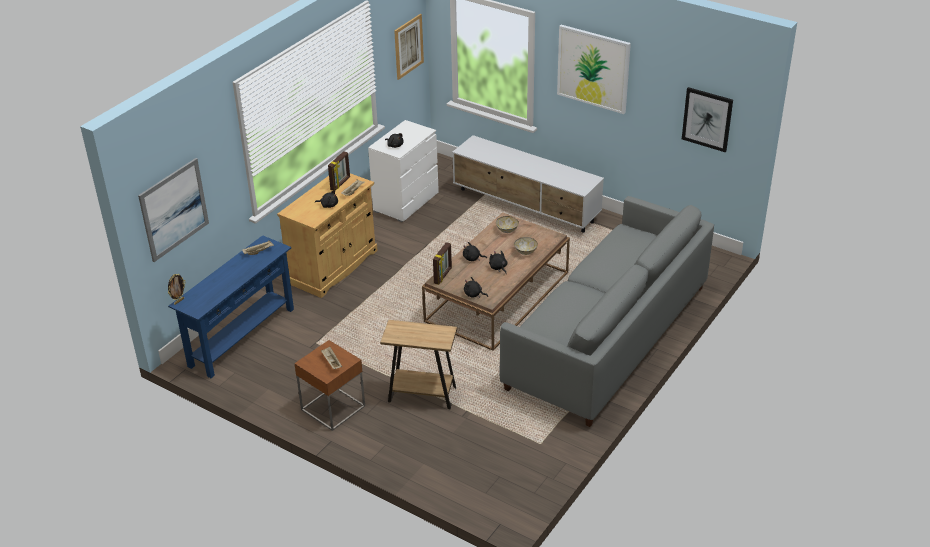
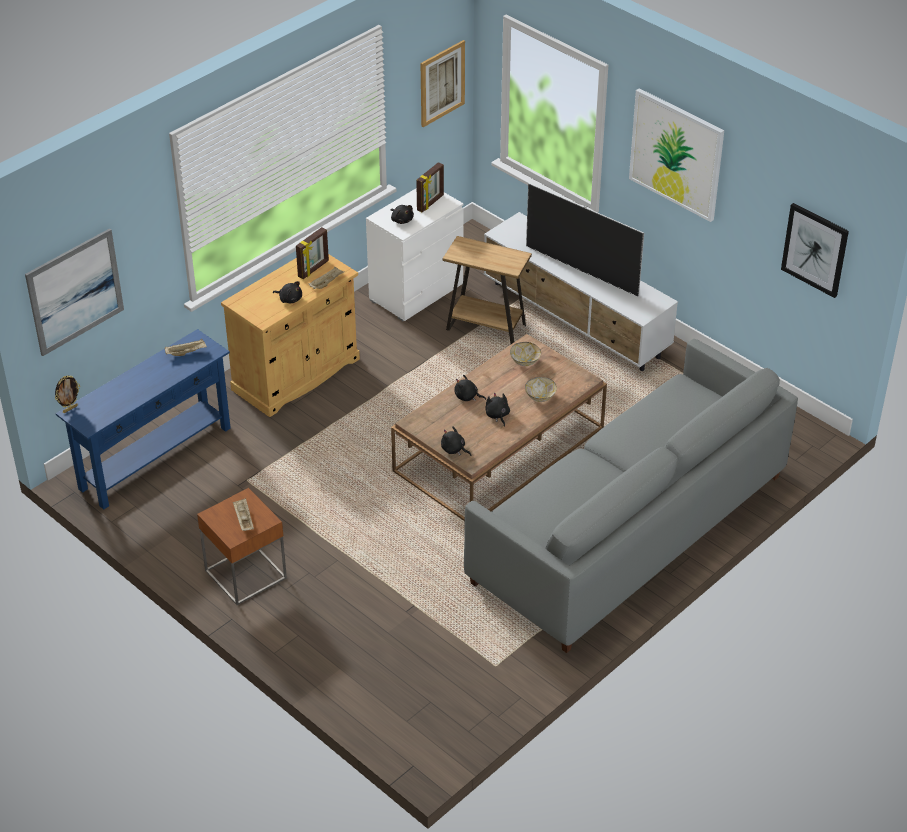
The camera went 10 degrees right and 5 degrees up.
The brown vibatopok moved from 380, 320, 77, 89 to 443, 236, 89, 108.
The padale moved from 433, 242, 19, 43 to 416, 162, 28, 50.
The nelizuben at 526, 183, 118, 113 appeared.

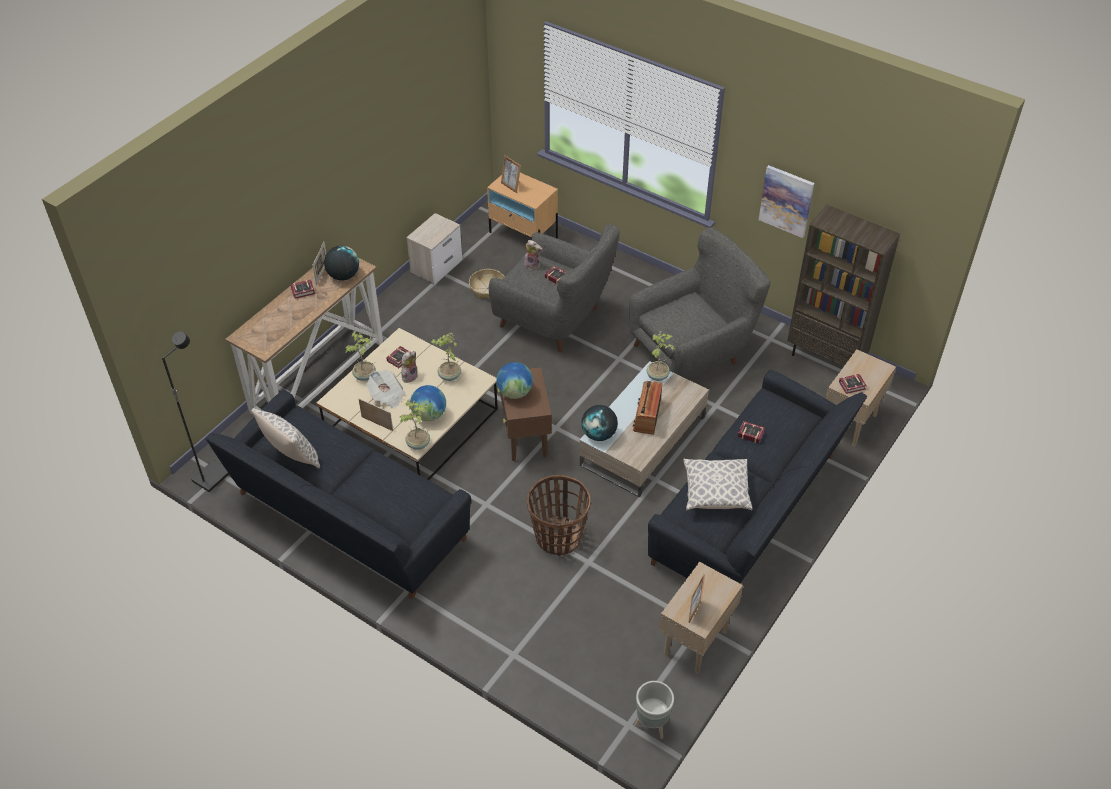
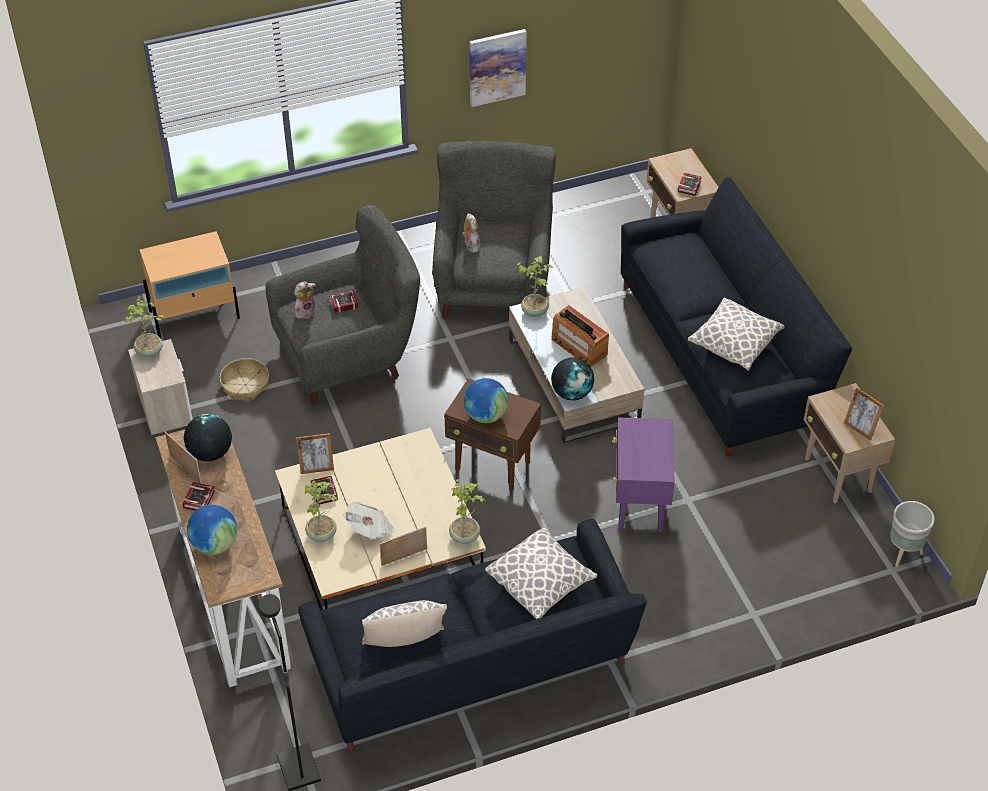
The camera went 55 degrees left and 0 degrees up.
The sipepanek moved from 401, 351, 17, 32 to 462, 213, 18, 40.
The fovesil moved from 410, 385, 36, 36 to 187, 505, 50, 50.
The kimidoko moved from 431, 333, 30, 48 to 125, 296, 41, 61.
The padale moved from 501, 156, 20, 37 to 296, 433, 38, 41.
The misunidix at 527, 475, 64, 81 was replaced by the purple vibatopok at 613, 417, 62, 115.
The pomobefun at 738, 421, 27, 22 disappeared.
The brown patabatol at 787, 205, 113, 161 disappeared.
The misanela at 485, 527, 112, 92 appeared.

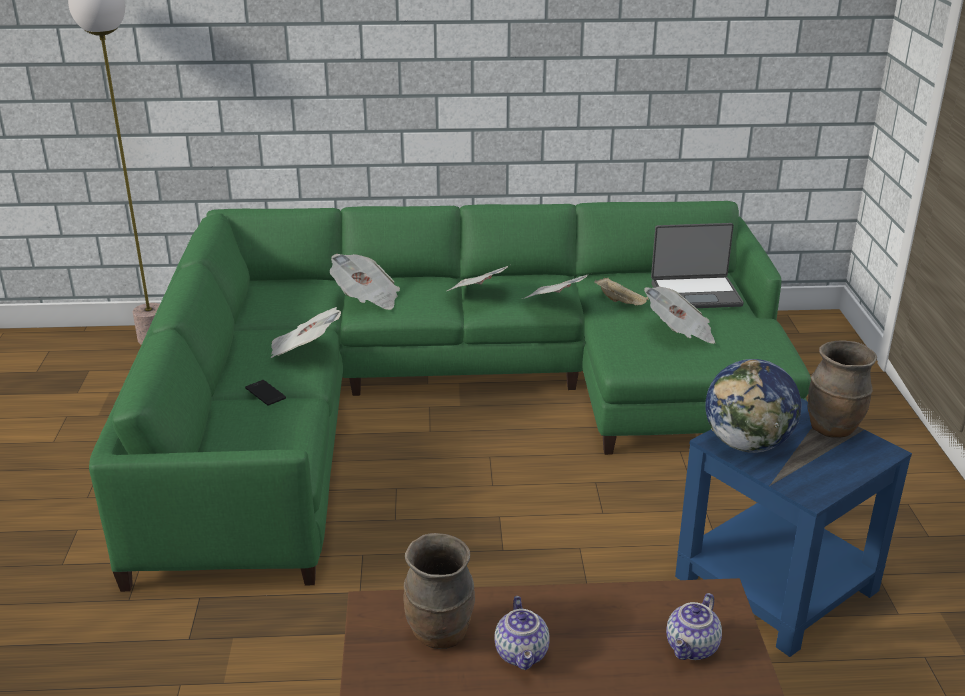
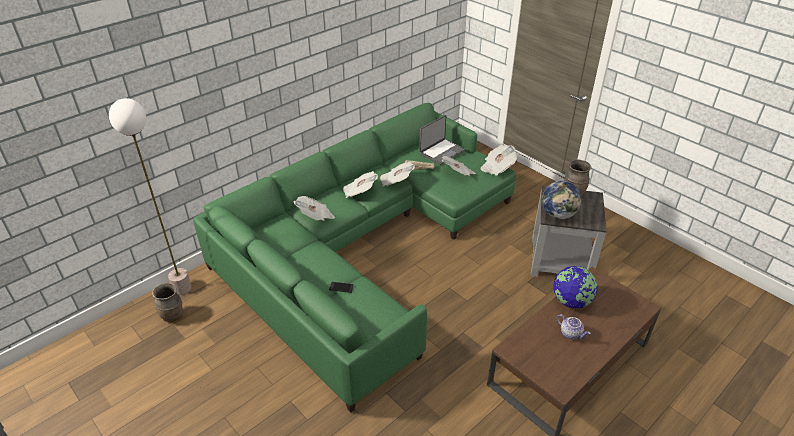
The camera went 40 degrees left and 10 degrees up.
The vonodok moved from 270, 307, 71, 51 to 480, 145, 37, 31.
The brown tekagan moved from 404, 533, 71, 116 to 152, 283, 30, 39.
The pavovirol at 666, 593, 56, 67 disappeared.
The blue vibatopok at 675, 398, 237, 259 became the grey vibatopok at 531, 186, 76, 91.
The fovesil at 553, 266, 45, 43 appeared.

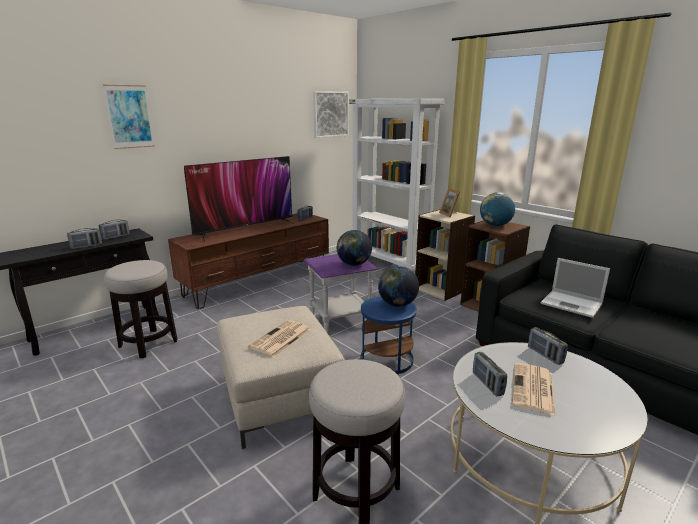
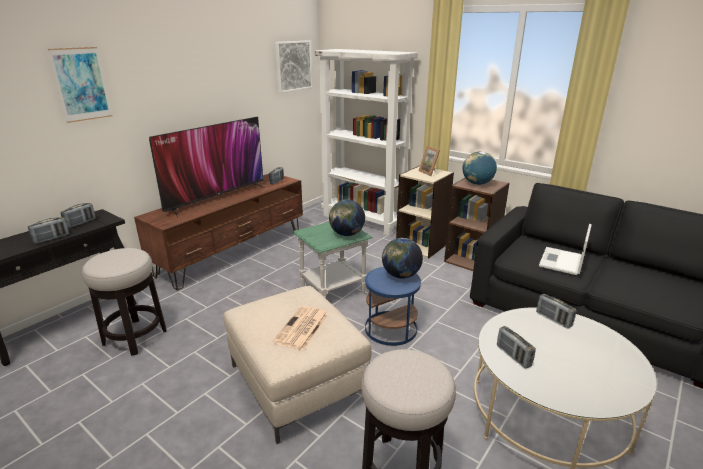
The camera went 10 degrees left and 5 degrees up.
The purple vibatopok at 304, 254, 75, 79 became the green vibatopok at 292, 222, 81, 76.
The vonodok at 512, 363, 44, 53 disappeared.
The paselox at 541, 258, 69, 60 turned 90 degrees clockwise.

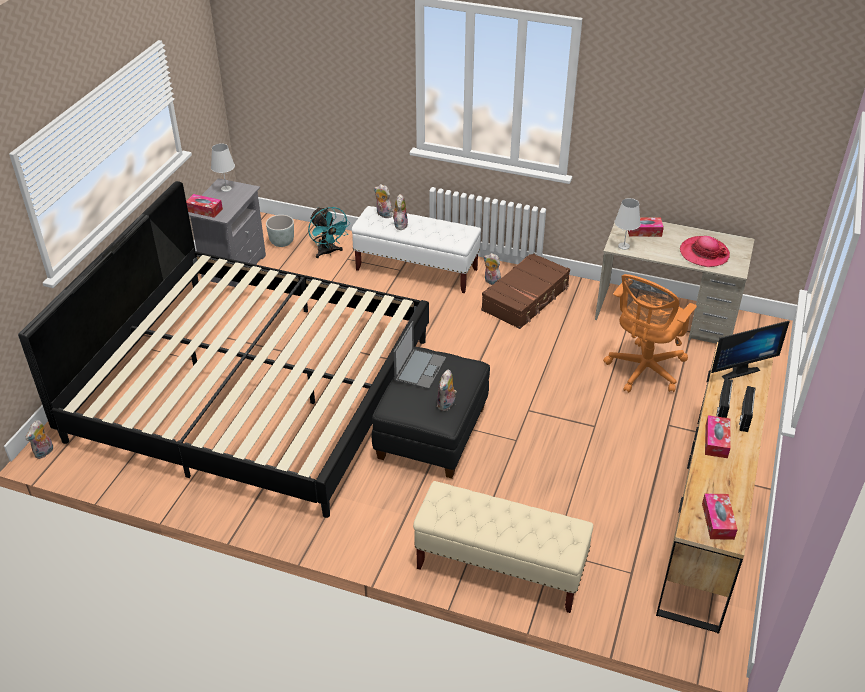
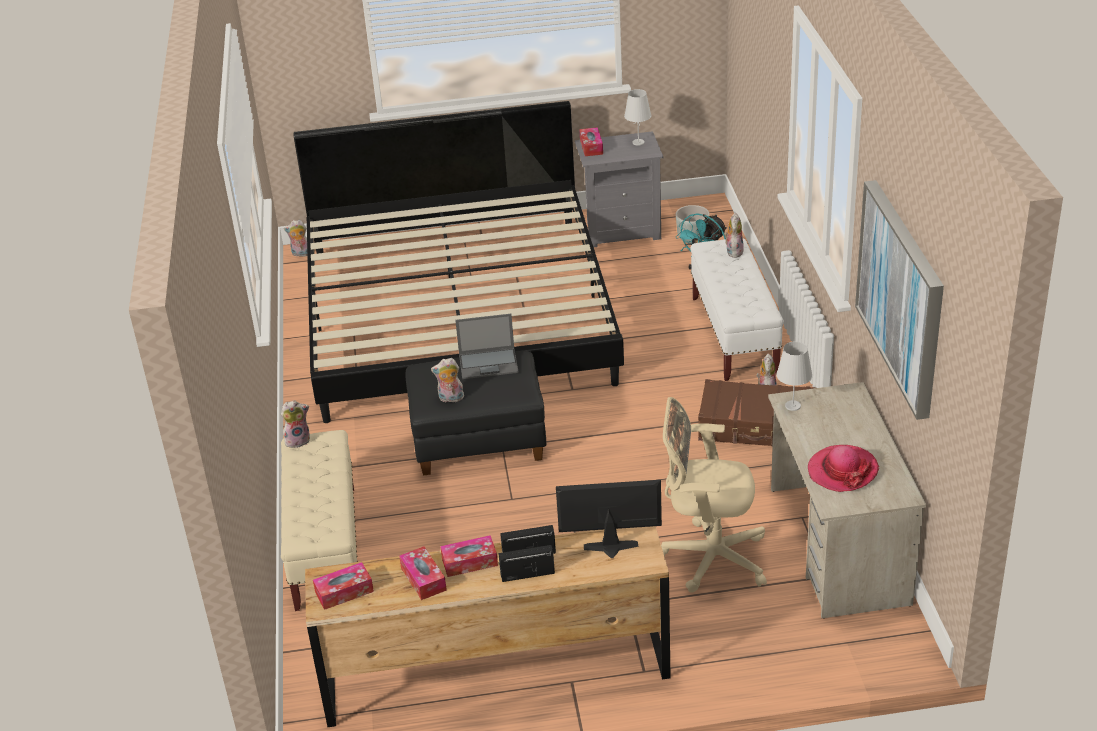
The camera went 65 degrees right and 5 degrees down.
The sipepanek moved from 392, 194, 16, 36 to 281, 400, 29, 48.
The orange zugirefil at 603, 274, 94, 119 became the beige zugirefil at 661, 397, 106, 196.
The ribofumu moved from 628, 218, 36, 19 to 399, 547, 48, 53.
The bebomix at 711, 320, 79, 59 turned 135 degrees clockwise.
The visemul at 855, 180, 89, 240 appeared.

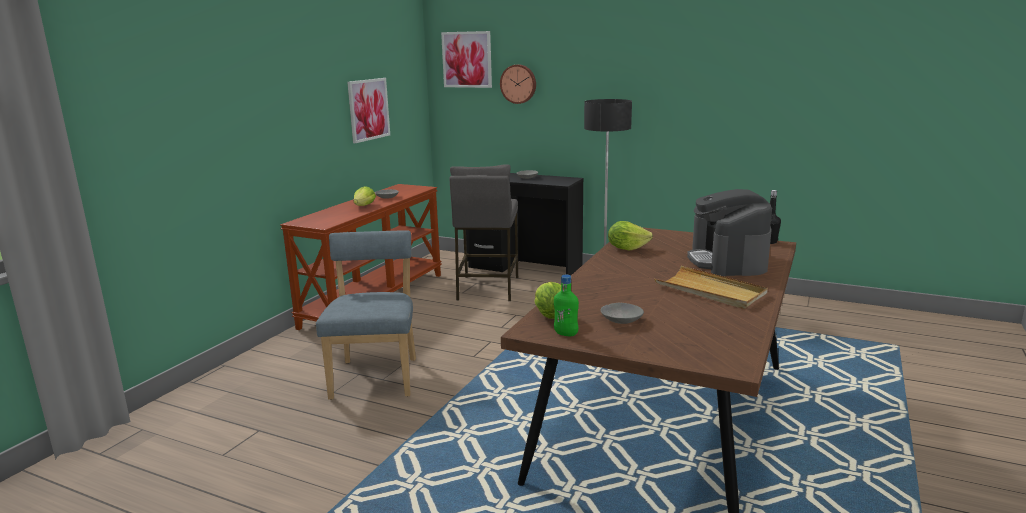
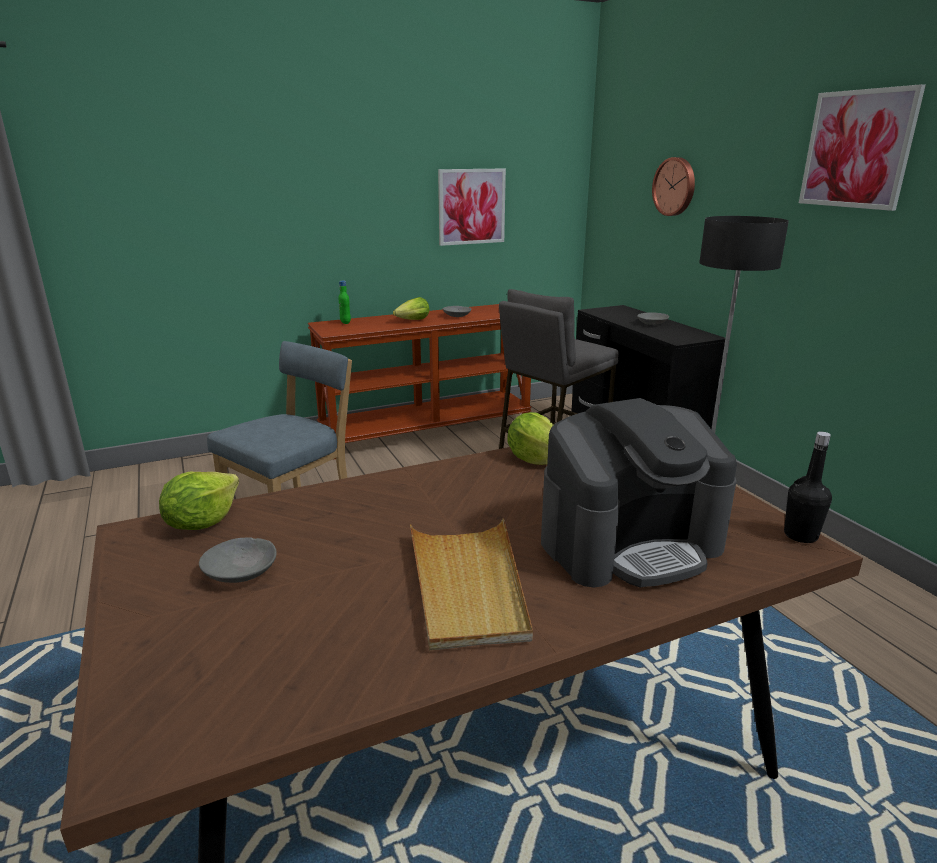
The camera went 40 degrees right and 5 degrees up.
The visemul moved from 441, 31, 51, 57 to 799, 84, 127, 127.
The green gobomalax moved from 554, 275, 25, 61 to 338, 281, 13, 43.
The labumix at 687, 189, 85, 87 turned 150 degrees counterclockwise.

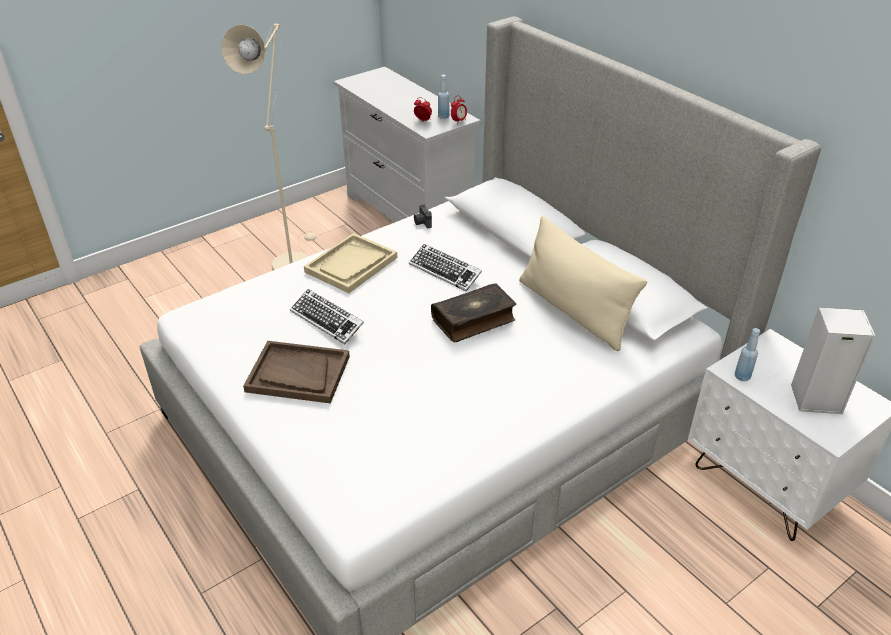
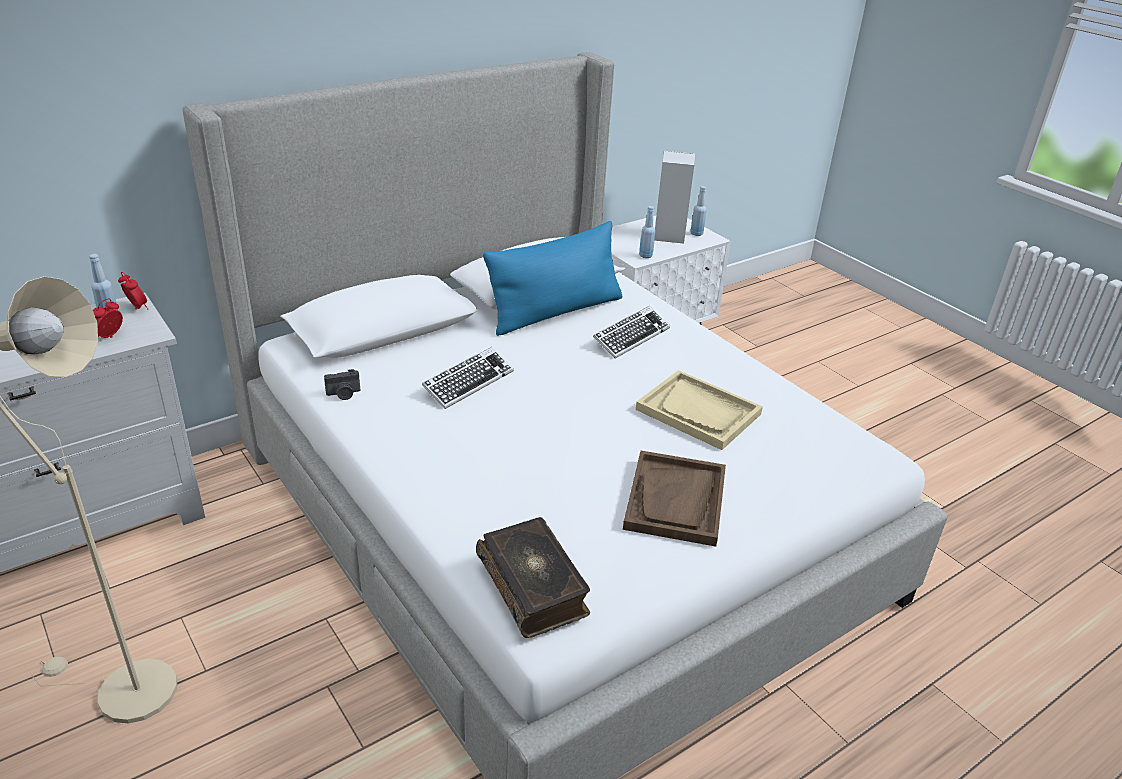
The camera went 90 degrees left and 5 degrees down.
The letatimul moved from 290, 289, 74, 55 to 593, 306, 77, 53.
The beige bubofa moved from 304, 233, 93, 60 to 636, 370, 127, 80.
The pomobefun moved from 431, 283, 85, 59 to 476, 517, 114, 121.
The beige misanela at 519, 216, 128, 135 became the blue misanela at 483, 221, 139, 115.
The blue gobomalax at 690, 186, 17, 50 appeared.

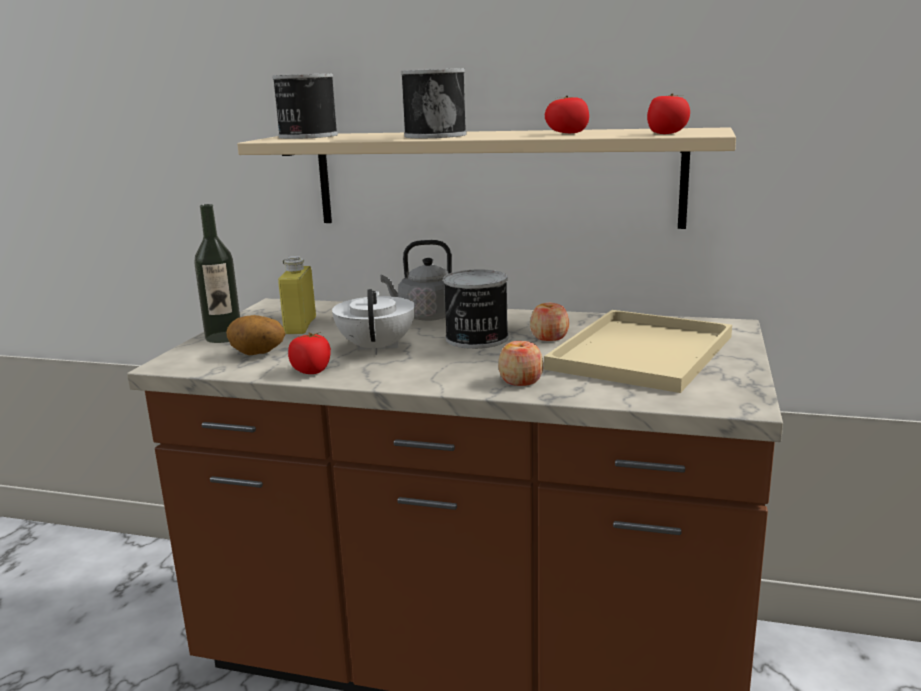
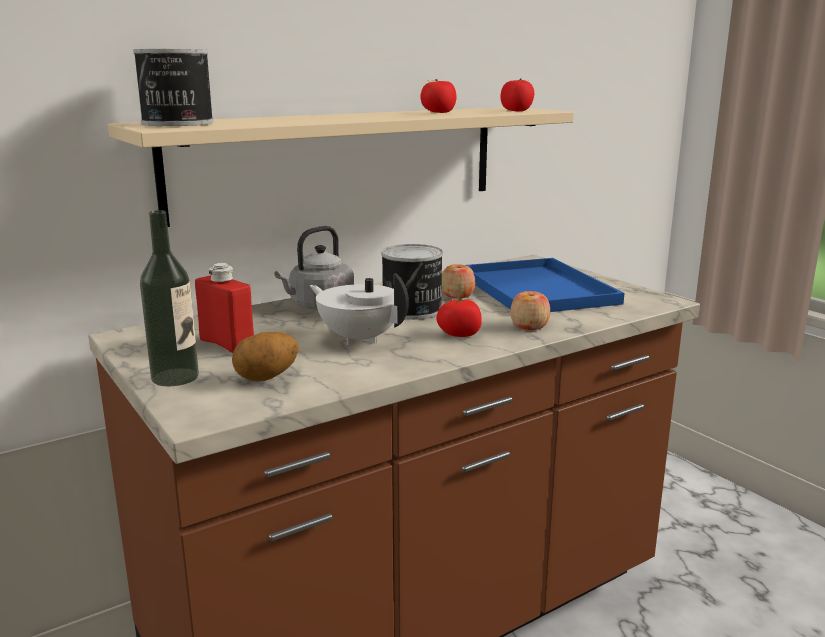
The camera went 50 degrees left and 0 degrees up.
The yellow gobomalax at 278, 256, 38, 78 became the red gobomalax at 195, 263, 59, 90.
The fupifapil moved from 288, 332, 43, 42 to 436, 297, 46, 40.
The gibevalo at 401, 68, 66, 70 disappeared.
The beige bubofa at 544, 310, 188, 83 became the blue bubofa at 466, 258, 159, 54.

